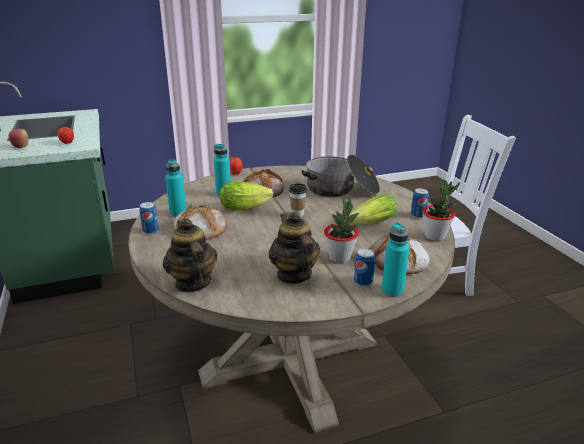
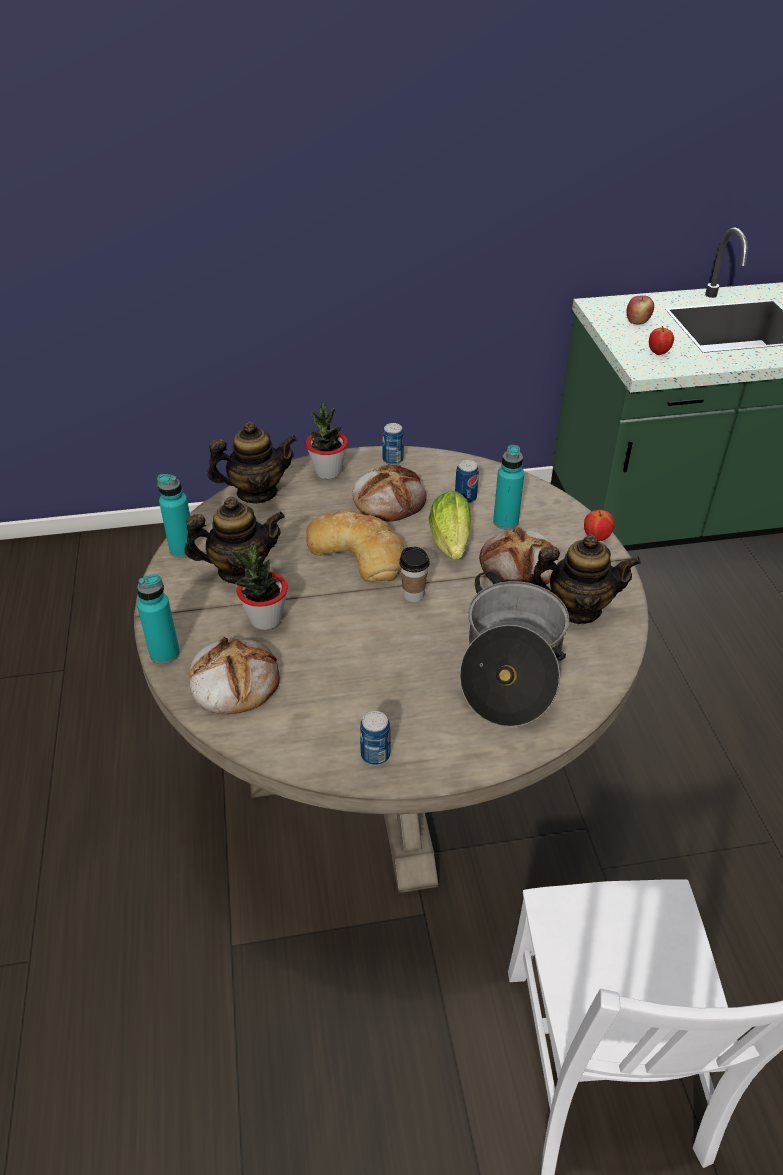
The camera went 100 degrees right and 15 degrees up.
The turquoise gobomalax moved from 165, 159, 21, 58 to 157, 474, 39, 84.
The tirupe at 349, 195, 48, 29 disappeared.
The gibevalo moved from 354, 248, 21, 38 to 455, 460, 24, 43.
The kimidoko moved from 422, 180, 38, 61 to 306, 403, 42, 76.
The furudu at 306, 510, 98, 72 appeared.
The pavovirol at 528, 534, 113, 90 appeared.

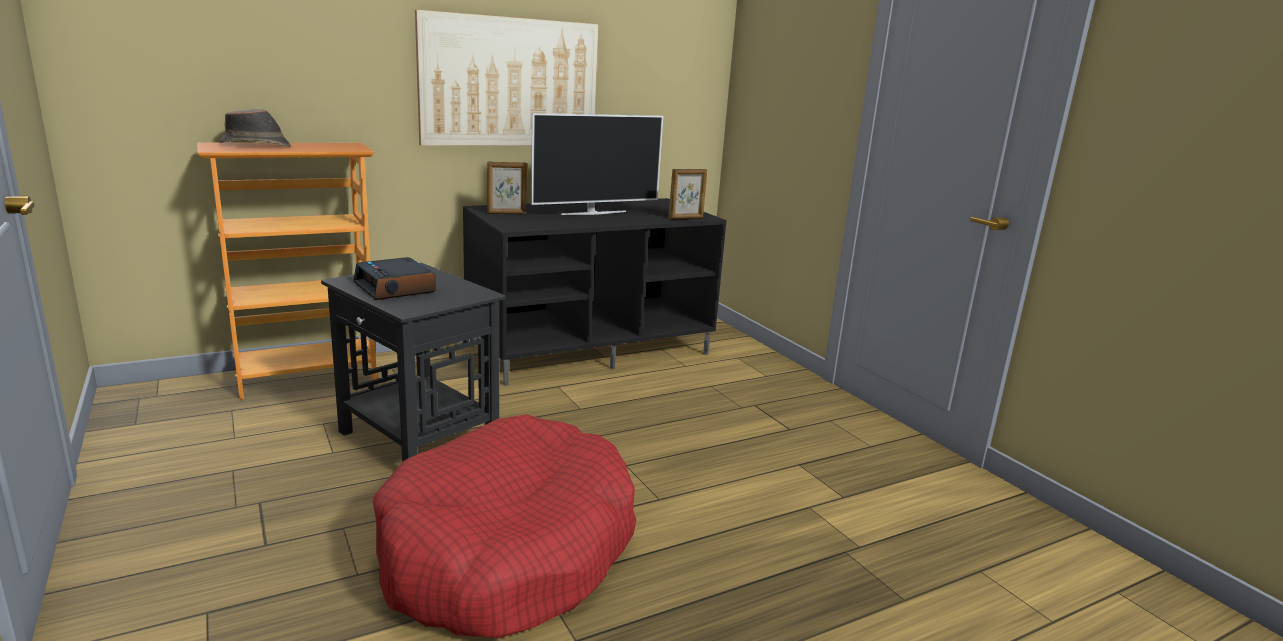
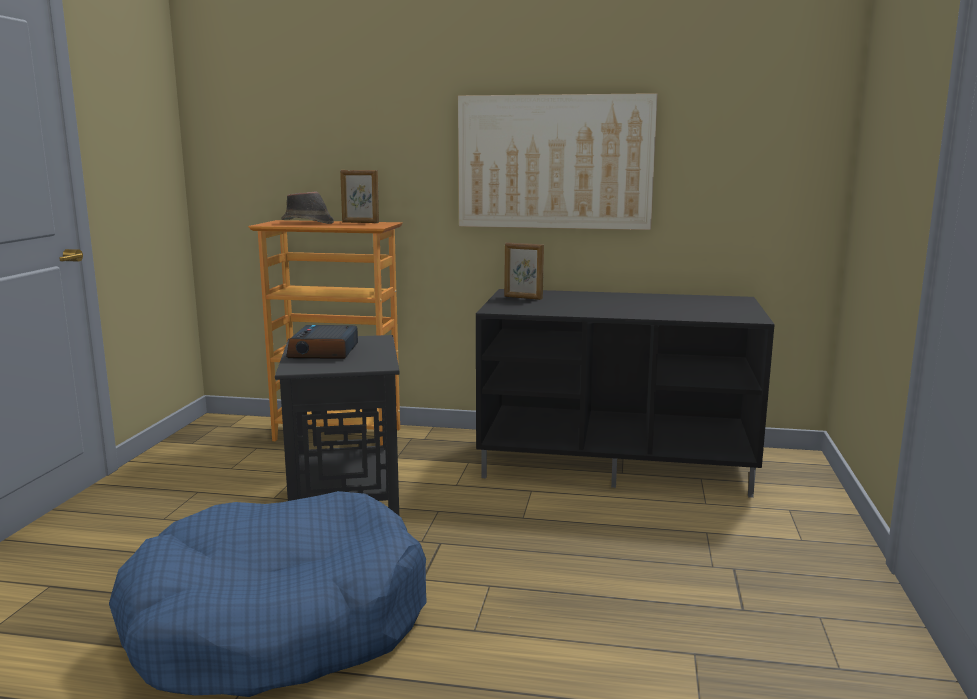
The camera went 40 degrees right and 5 degrees down.
The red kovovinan at 373, 414, 263, 224 became the blue kovovinan at 109, 491, 318, 206.
The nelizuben at 531, 113, 132, 102 disappeared.
The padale moved from 668, 169, 39, 50 to 340, 170, 39, 53.

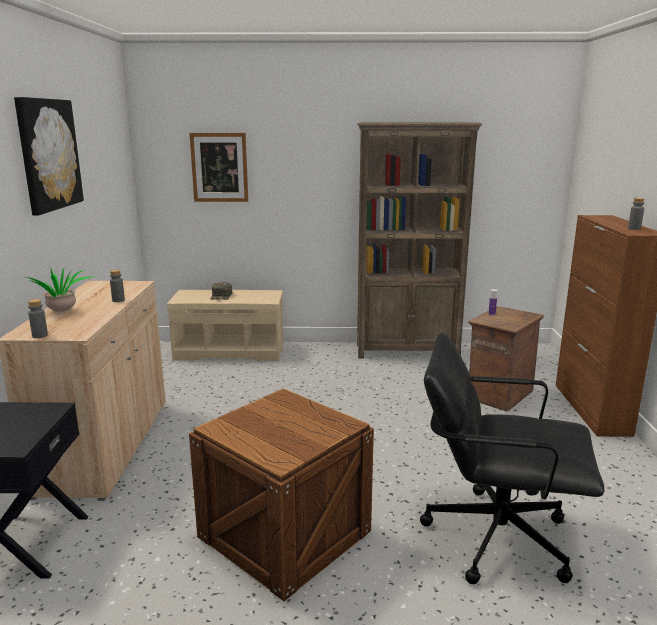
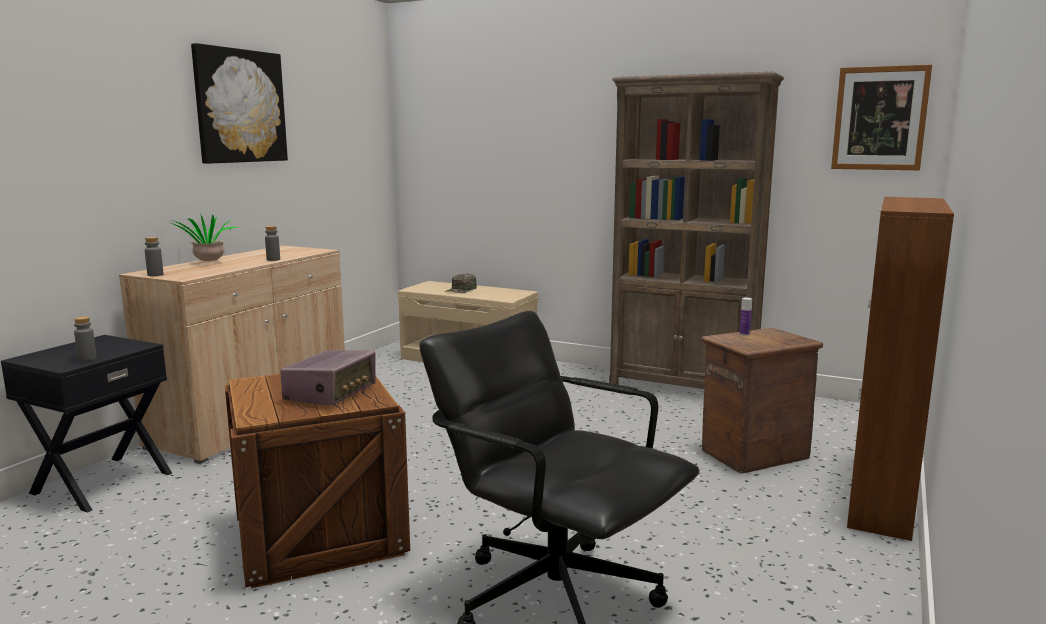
The camera went 25 degrees right and 5 degrees down.
The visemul moved from 189, 133, 59, 69 to 831, 64, 101, 106.
The grey gobomalax moved from 628, 198, 16, 32 to 74, 316, 23, 45.
The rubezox at 280, 350, 96, 56 appeared.

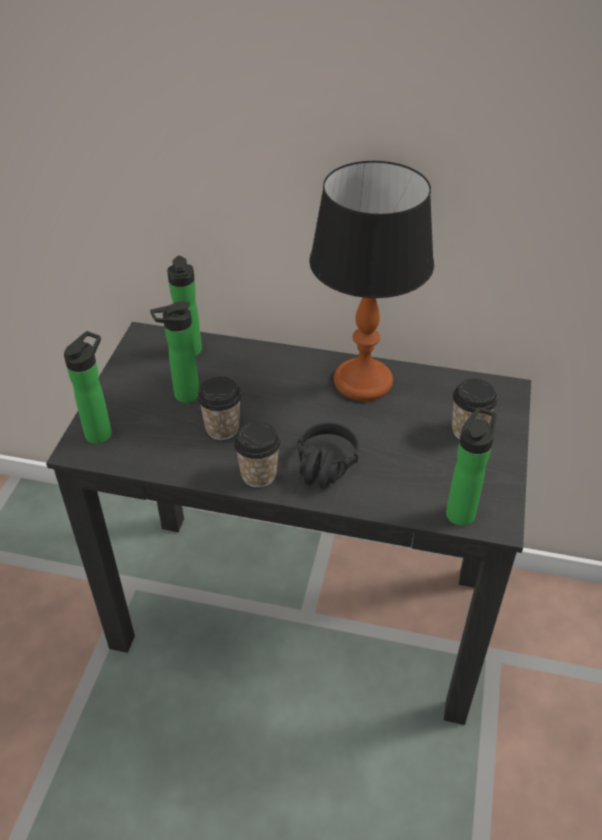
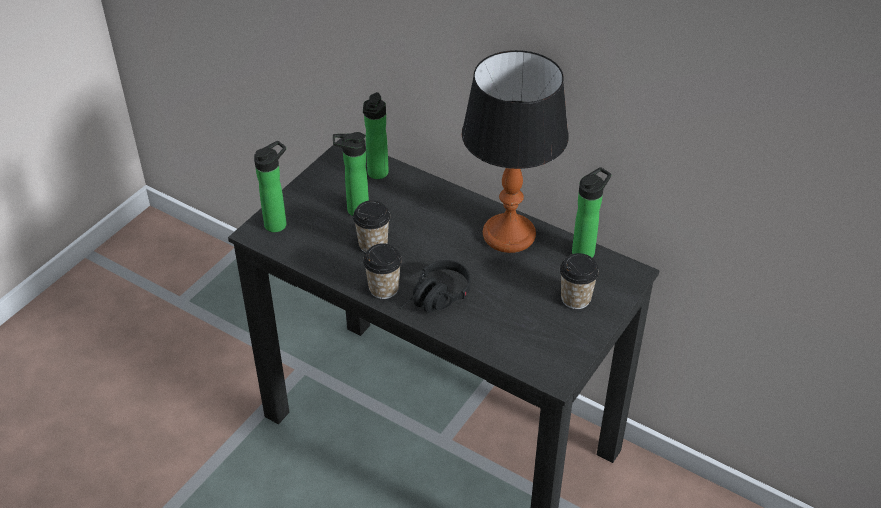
The camera went 20 degrees right and 0 degrees up.
The gobomalax moved from 446, 407, 51, 119 to 572, 167, 40, 91.

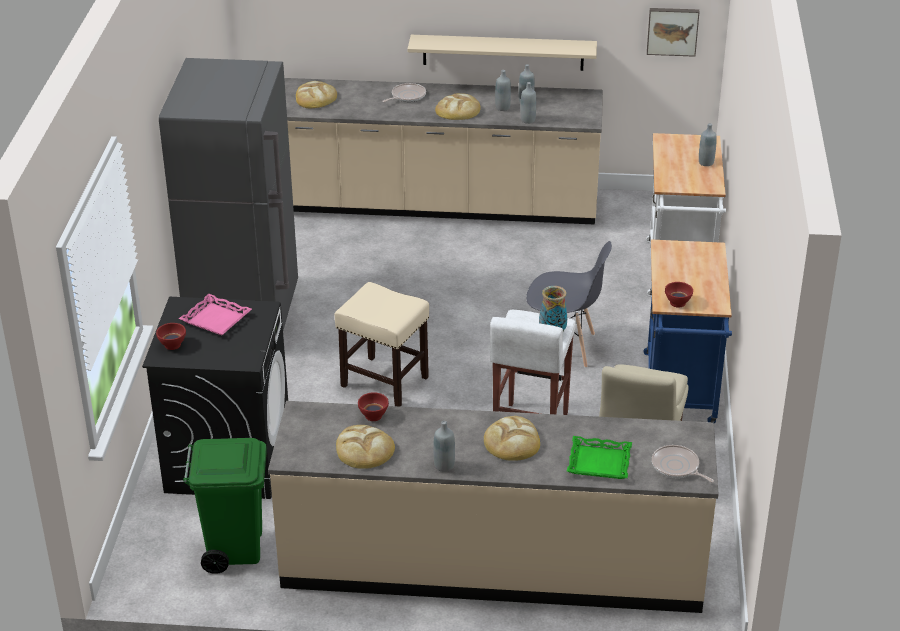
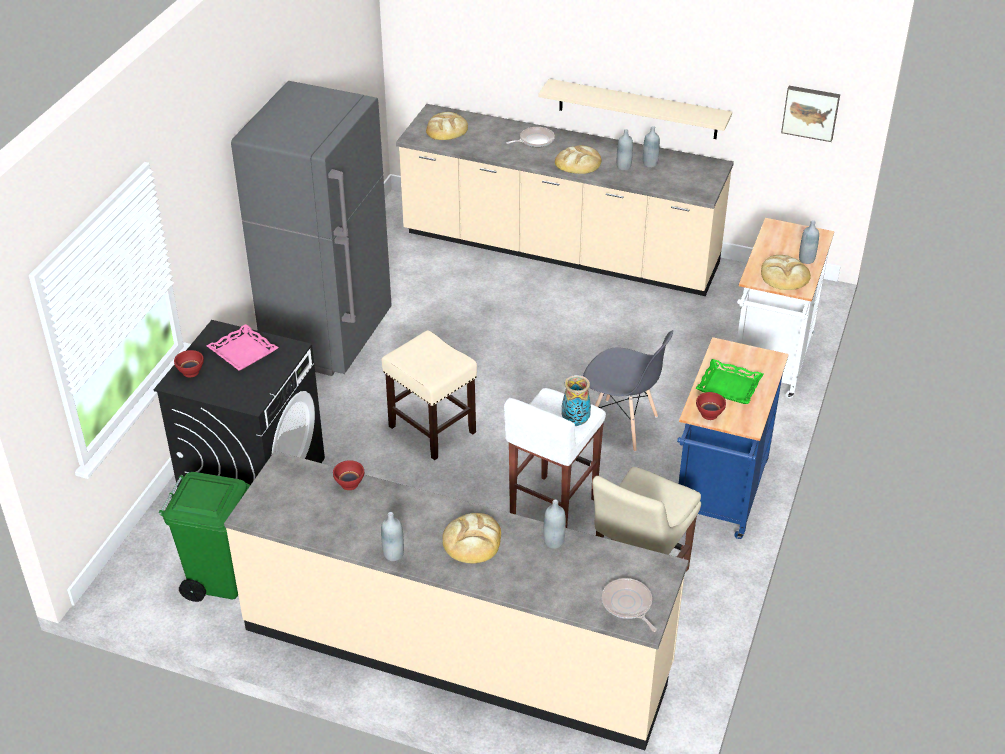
The camera went 15 degrees right and 5 degrees up.
The furudu moved from 336, 425, 59, 44 to 761, 255, 50, 35.
The grey gobomalax moved from 520, 82, 16, 42 to 543, 500, 23, 49.
The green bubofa moved from 567, 436, 65, 43 to 696, 359, 67, 45.

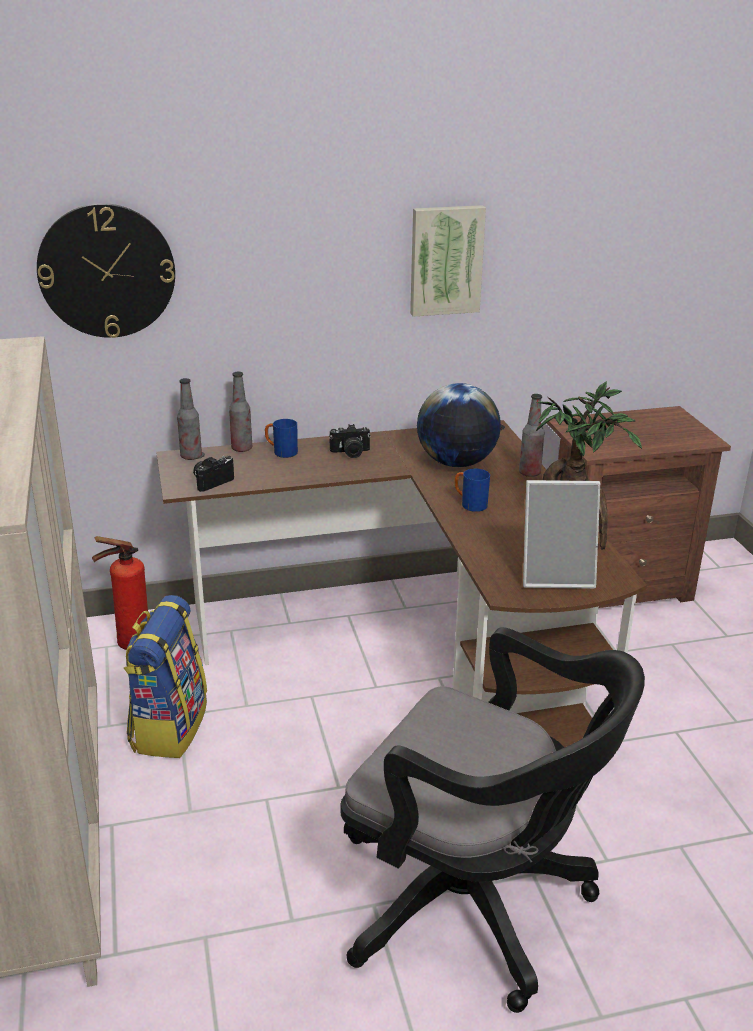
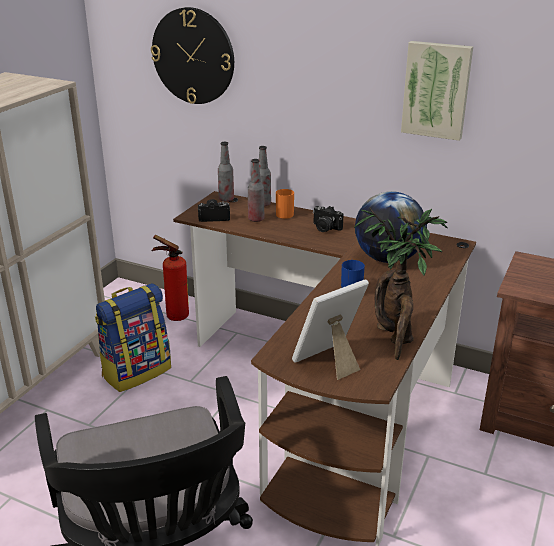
The camera went 40 degrees right and 0 degrees up.
The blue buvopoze at 265, 419, 33, 39 became the orange buvopoze at 276, 189, 18, 30.
The gobomalax moved from 519, 394, 26, 83 to 248, 159, 16, 63.
The padale at 523, 480, 77, 109 turned 105 degrees clockwise.

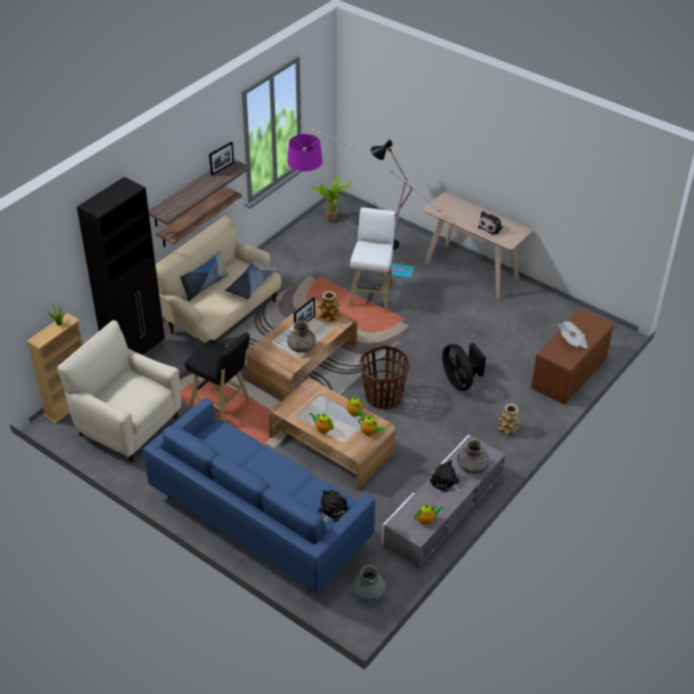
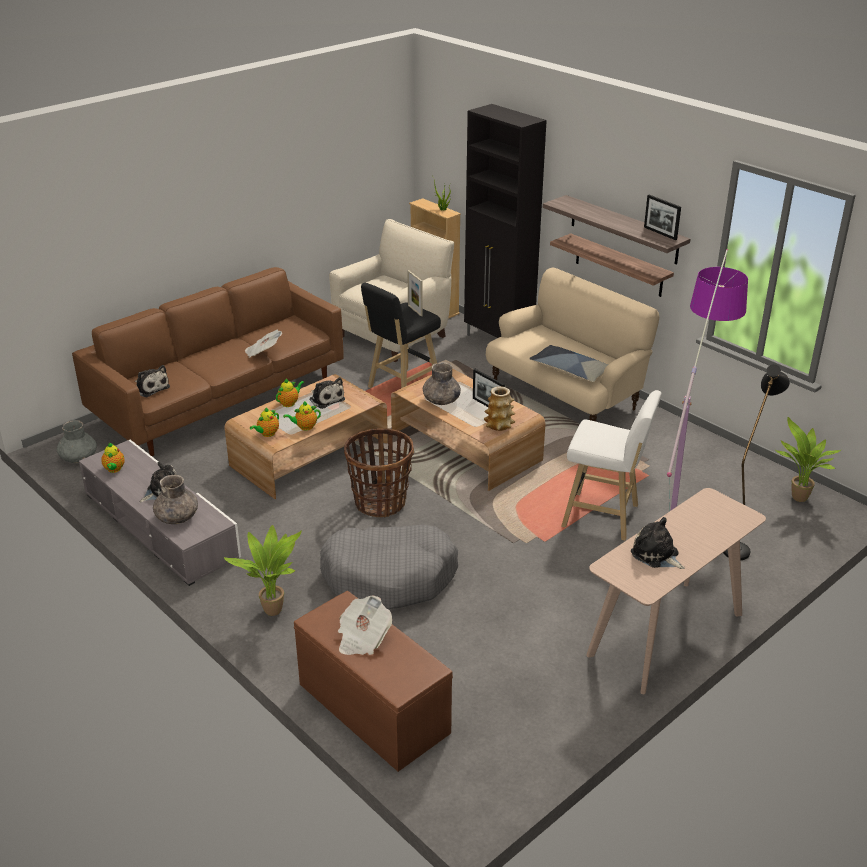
The camera went 100 degrees right and 10 degrees down.
The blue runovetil at 143, 398, 232, 195 became the brown runovetil at 72, 267, 272, 189.
The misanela at 180, 251, 49, 51 disappeared.
The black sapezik at 442, 343, 44, 48 was replaced by the grey kovovinan at 320, 524, 138, 85.
The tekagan at 498, 403, 23, 32 was replaced by the kimidoko at 224, 525, 78, 91.
The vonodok at 245, 329, 37, 29 appeared.
The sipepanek at 309, 377, 36, 32 appeared.
The padale at 407, 270, 16, 46 appeared.

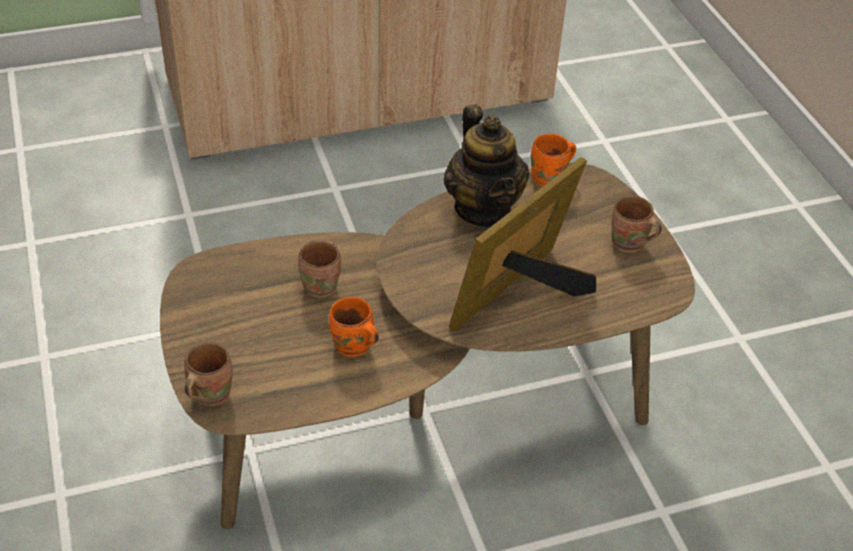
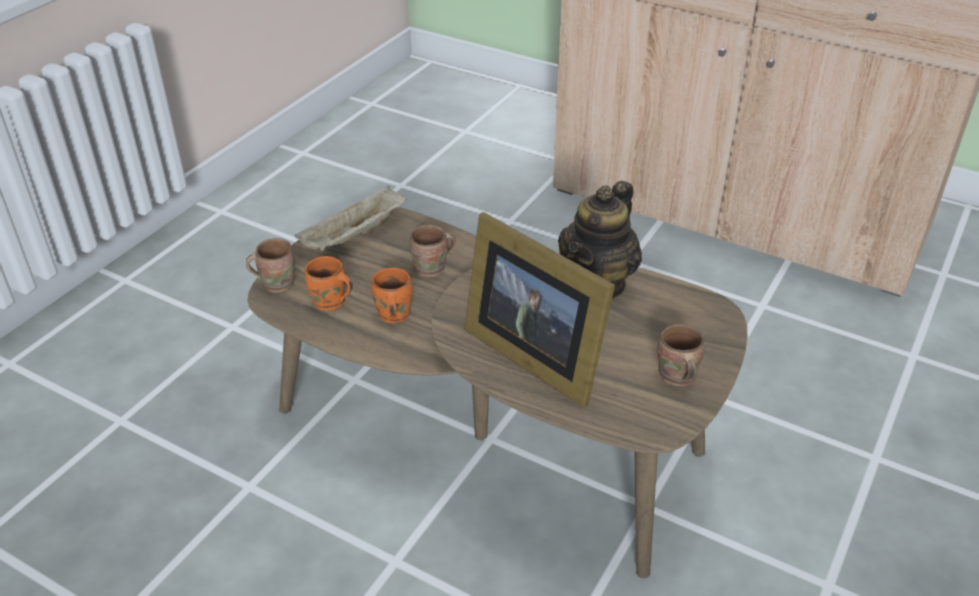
The camera went 50 degrees right and 5 degrees down.
The padale at 449, 157, 147, 175 turned 135 degrees counterclockwise.
The orange buvopoze moved from 531, 134, 45, 53 to 305, 256, 48, 55.
The beige bubofa at 295, 186, 111, 65 appeared.

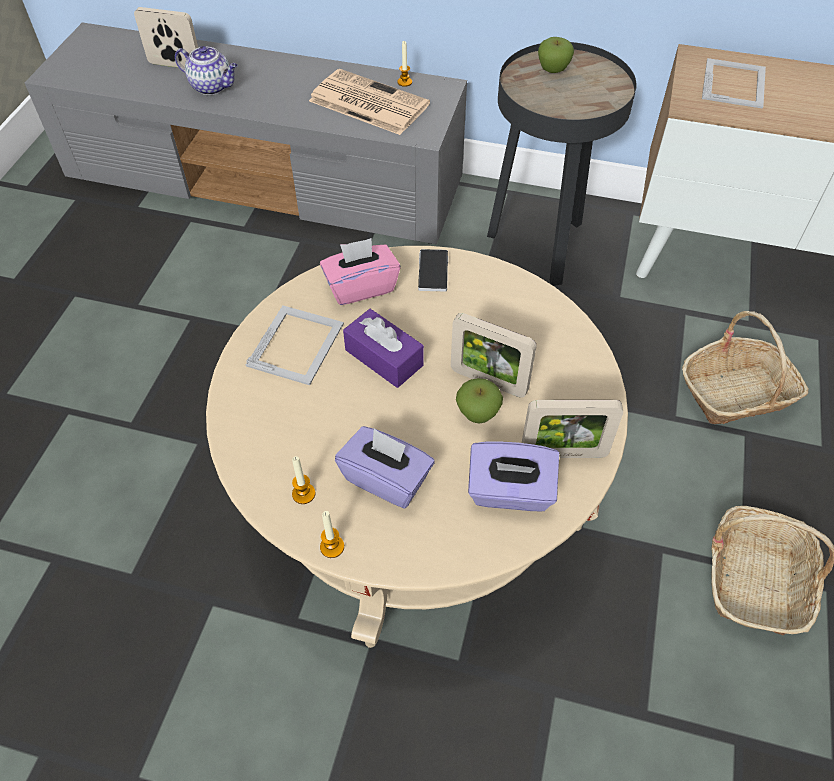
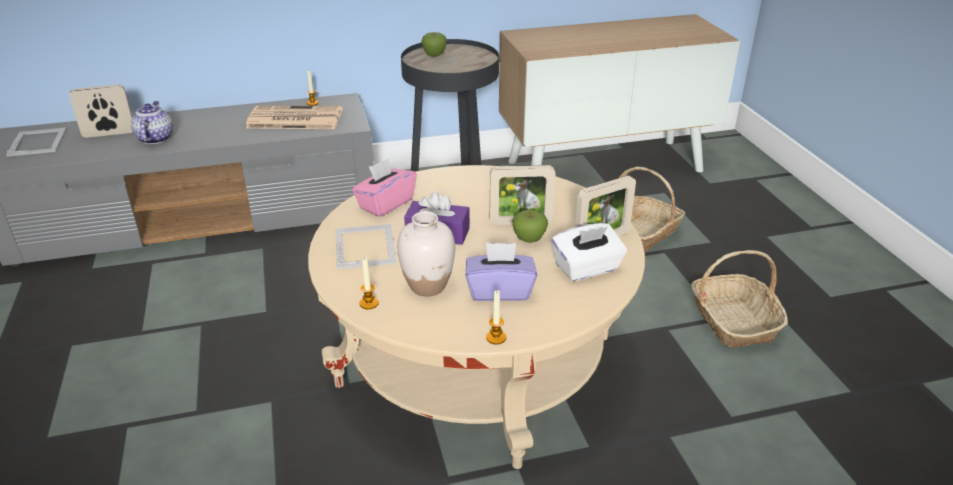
The camera went 30 degrees left and 20 degrees down.
The pavovirol at 175, 46, 63, 49 turned 90 degrees counterclockwise.
The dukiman moved from 292, 456, 23, 48 to 360, 257, 19, 52.
The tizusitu at 418, 249, 30, 42 disappeared.
The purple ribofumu at 468, 441, 91, 70 became the white ribofumu at 551, 223, 76, 58.
The padale moved from 702, 58, 64, 51 to 6, 127, 61, 30.
The white tekagan at 397, 211, 58, 85 appeared.

